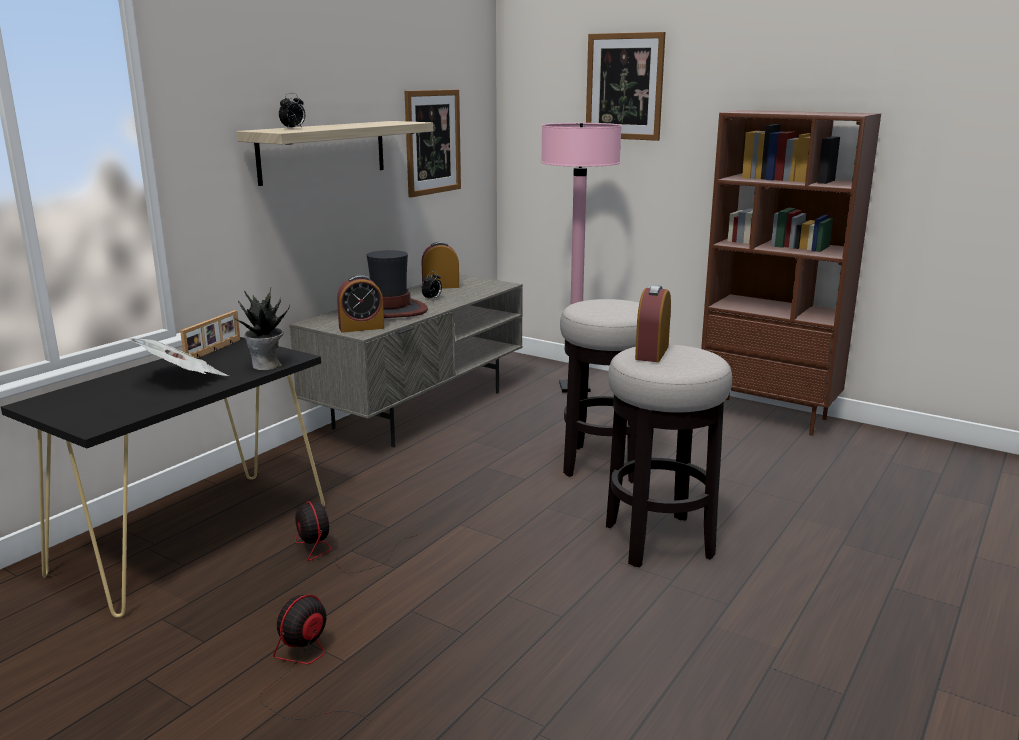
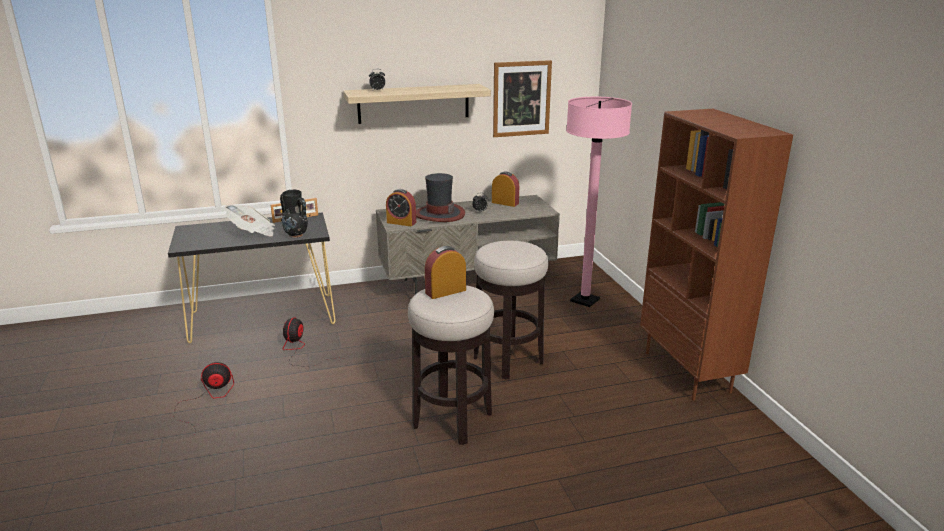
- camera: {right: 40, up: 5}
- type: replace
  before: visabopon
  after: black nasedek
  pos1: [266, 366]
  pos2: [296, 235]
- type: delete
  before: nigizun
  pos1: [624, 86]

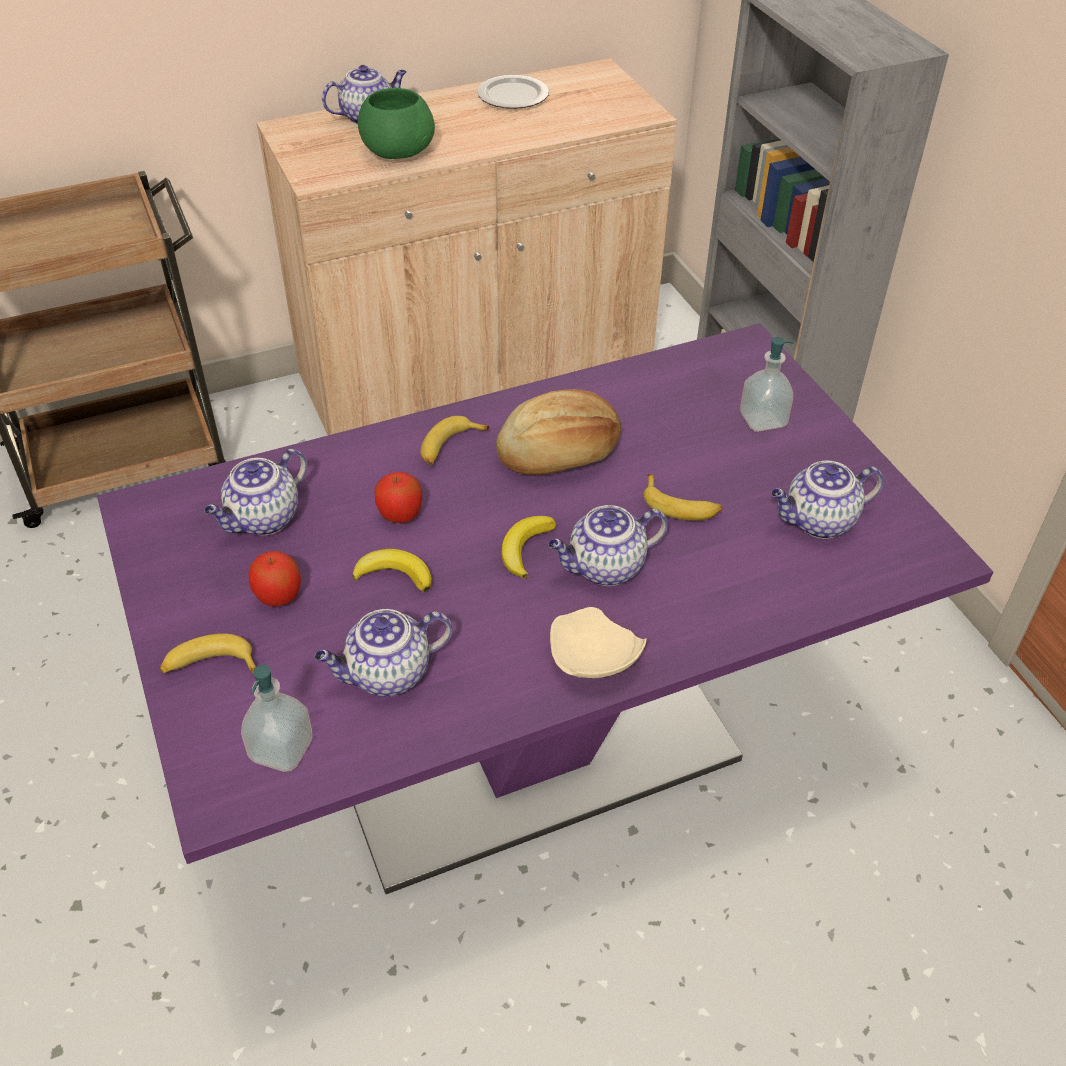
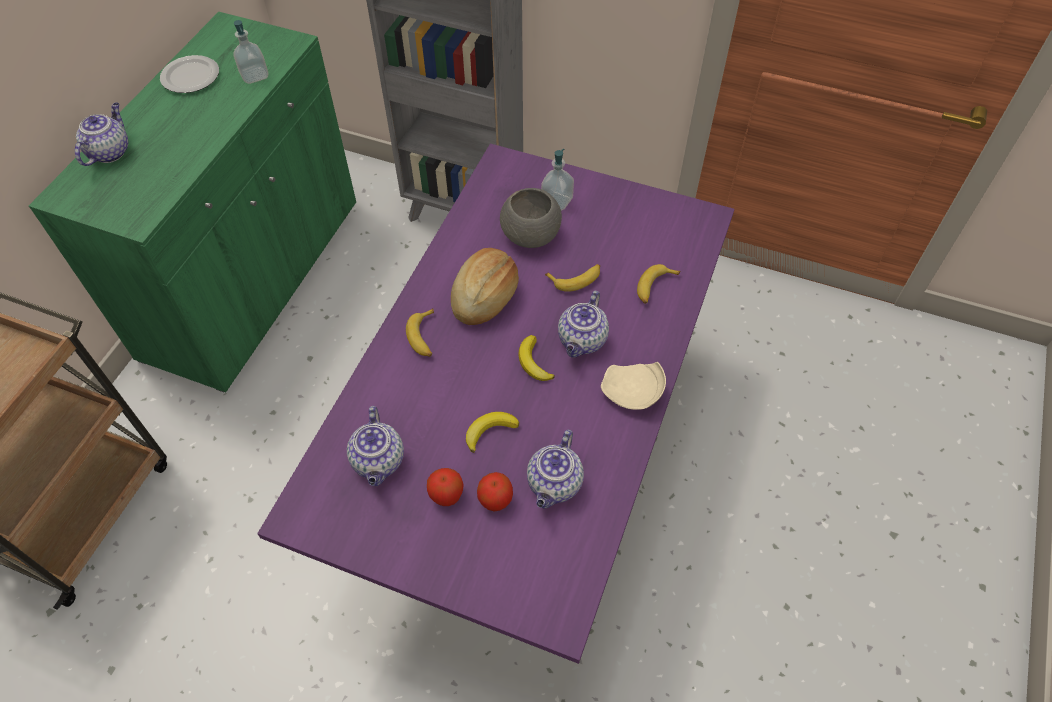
- camera: {right: -45, up: 10}
- type: move
  before: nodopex
  pos1: [209, 666]
  pos2: [654, 287]
- type: move
  before: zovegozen
  pos1: [281, 749]
  pos2: [254, 76]
- type: recolor
  before: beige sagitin
  after: green sagitin
  pos1: [476, 376]
  pos2: [254, 278]
- type: delete
  before: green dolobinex
  pos1: [397, 151]
- type: move
  before: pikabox
  pos1: [400, 515]
  pos2: [495, 500]
- type: delete
  before: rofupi
  pos1: [818, 522]
- type: insert
  after: grey dolobinex
  pos2: [531, 235]

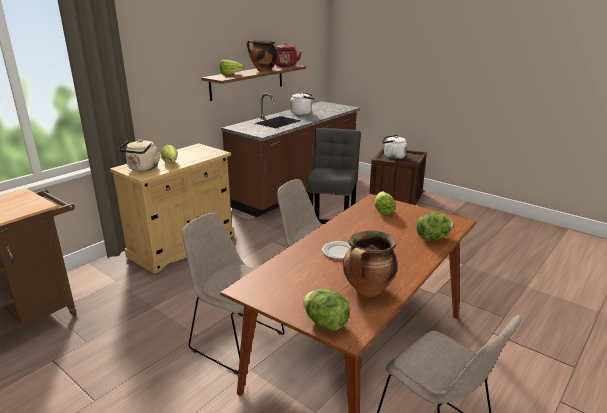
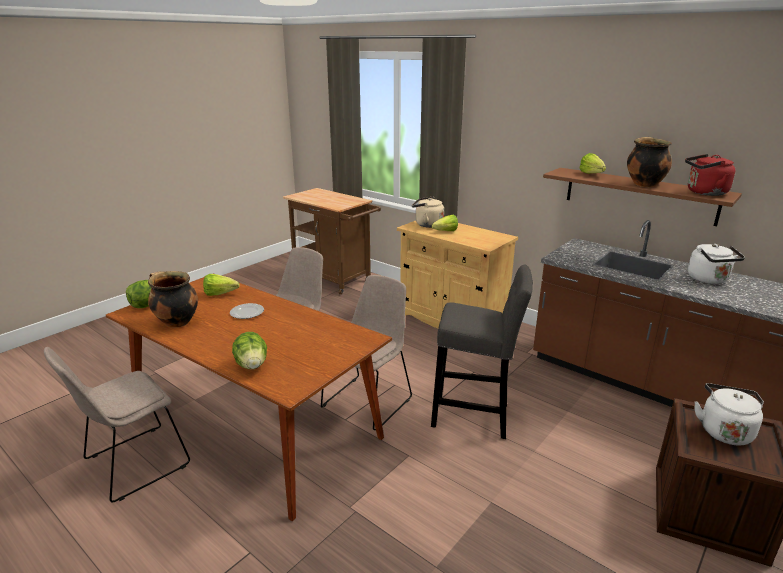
- camera: {right: 90, up: 0}
- type: move
  before: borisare
  pos1: [383, 209]
  pos2: [223, 294]

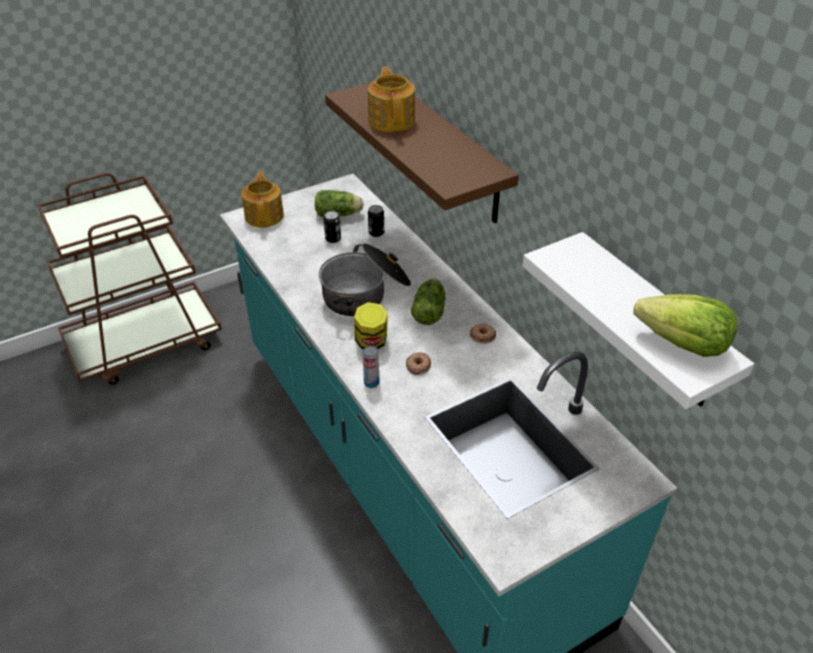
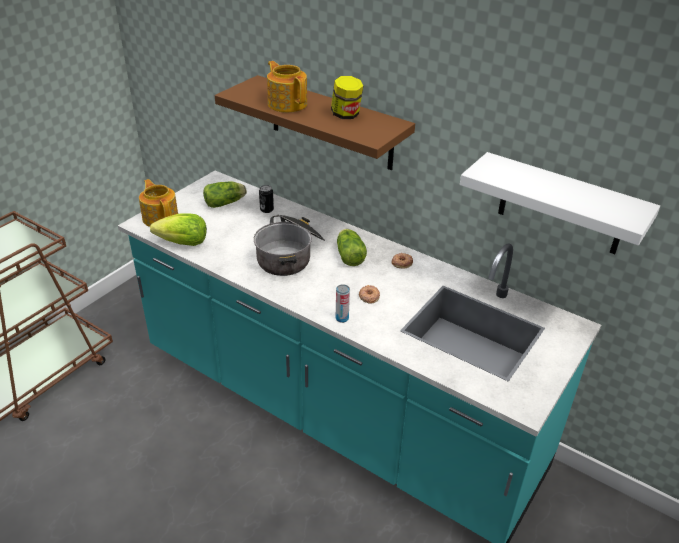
- camera: {right: -25, up: -5}
- type: delete
  before: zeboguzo
  pos1: [333, 239]
- type: move
  before: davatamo
  pos1: [371, 342]
  pos2: [346, 115]
- type: move
  before: borisare
  pos1: [683, 345]
  pos2: [183, 243]

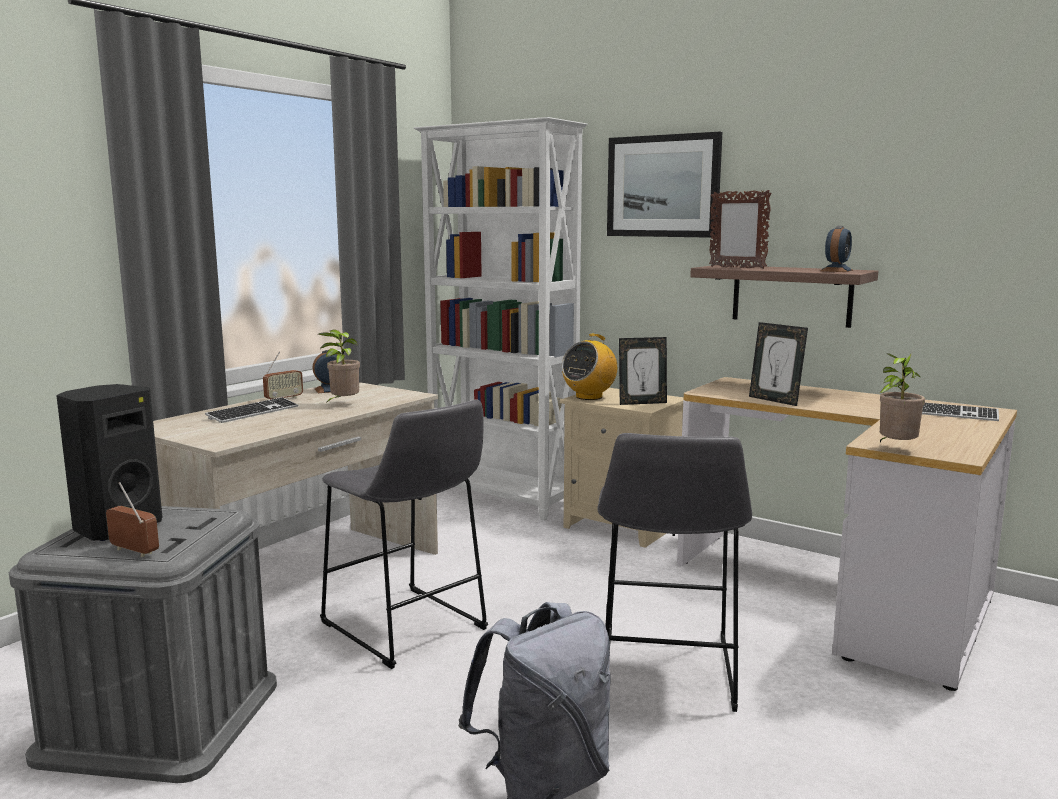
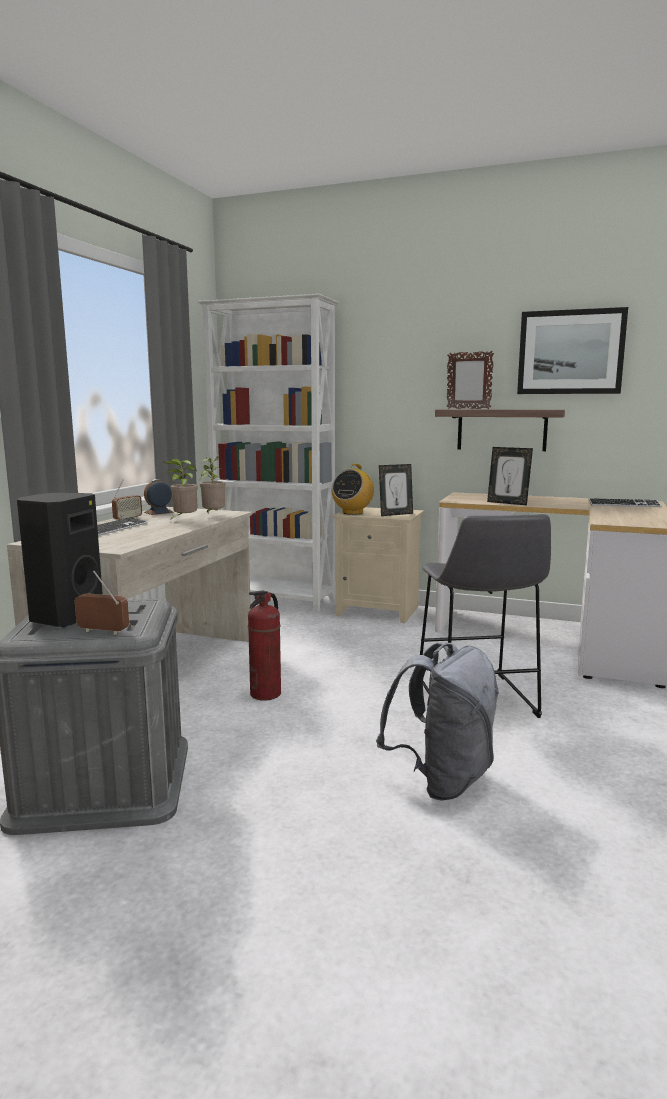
- camera: {right: -15, up: 0}
- type: replace
  before: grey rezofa
  after: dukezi
  pos1: [407, 629]
  pos2: [266, 694]
- type: move
  before: nigizun
  pos1: [663, 186]
  pos2: [570, 352]
- type: delete
  before: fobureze
  pos1: [836, 270]
- type: move
  before: visabopon
  pos1: [895, 449]
  pos2: [213, 516]

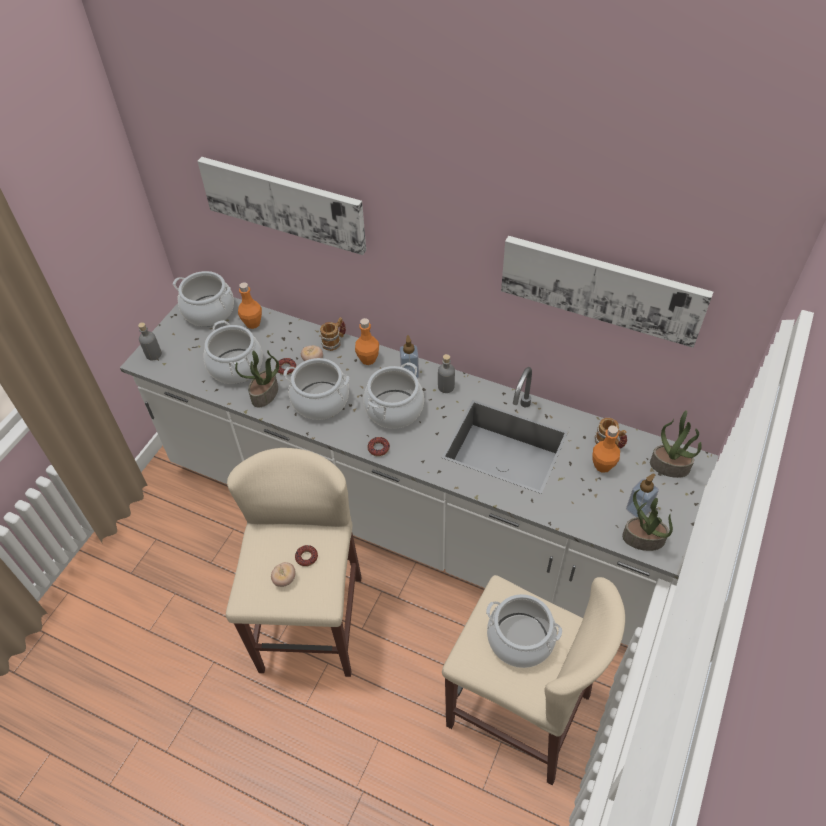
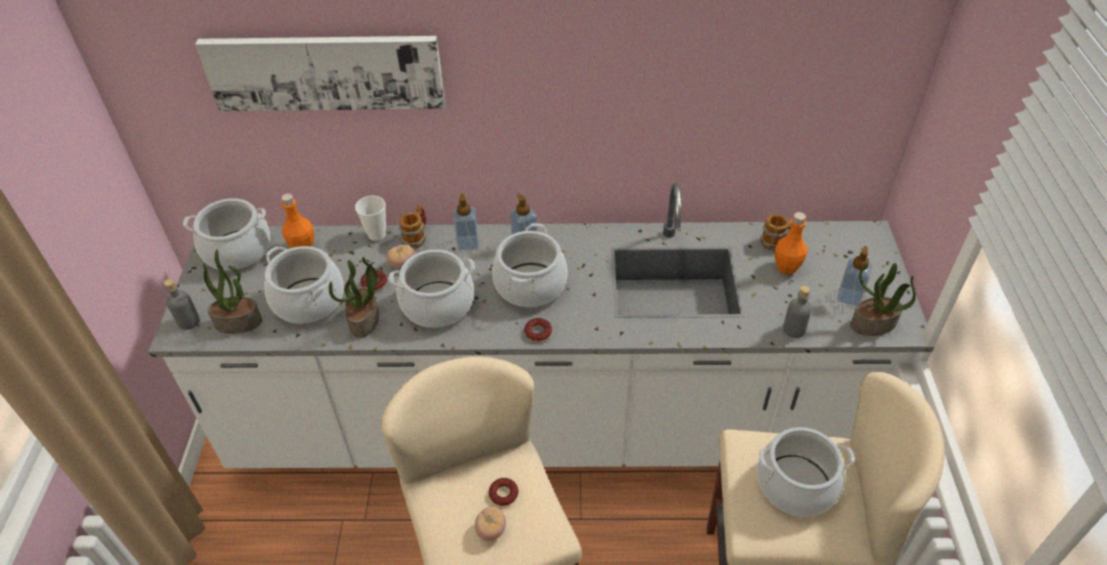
- camera: {right: -25, up: -5}
- type: replace
  before: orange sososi
  after: zovegozen
  pos1: [368, 359]
  pos2: [468, 243]
- type: move
  before: grey sososi
  pos1: [446, 387]
  pos2: [793, 329]
- type: delete
  before: nigizun
  pos1: [601, 288]
- type: move
  before: visabopon
  pos1: [670, 466]
  pos2: [239, 322]
- type: insert
  after: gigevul
  pos2: [377, 235]

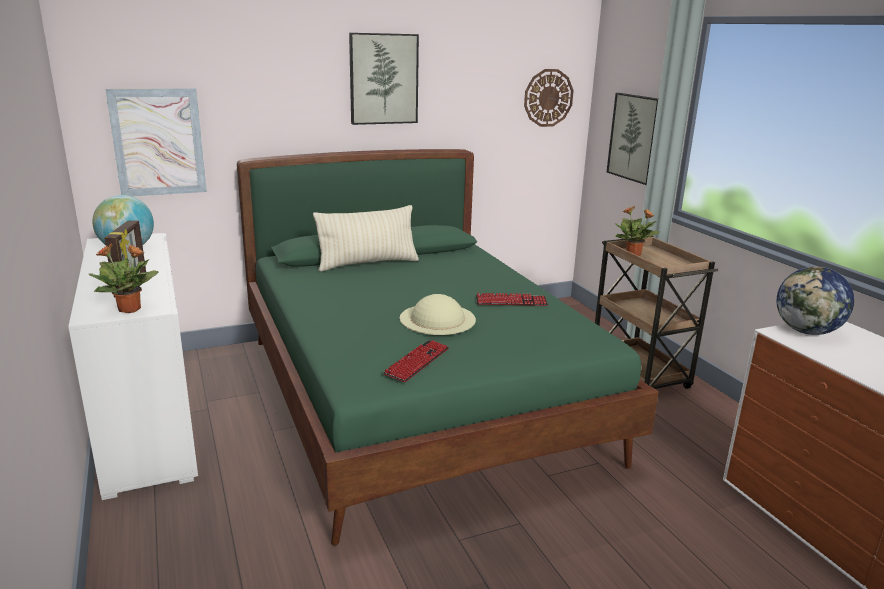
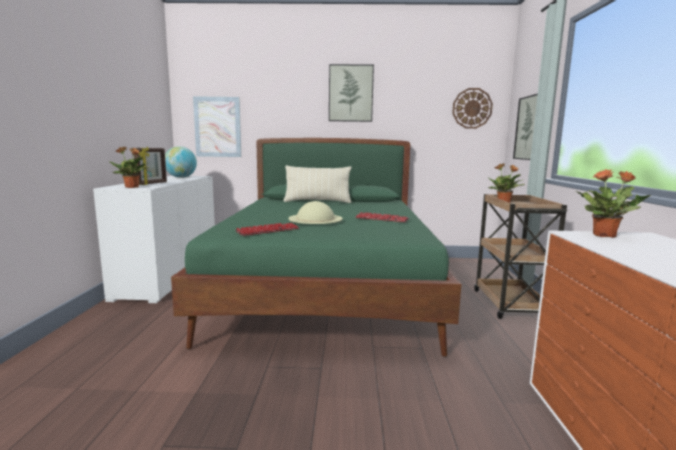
- camera: {right: 25, up: -10}
- type: replace
  before: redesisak
  after: visabopon
  pos1: [807, 331]
  pos2: [605, 235]

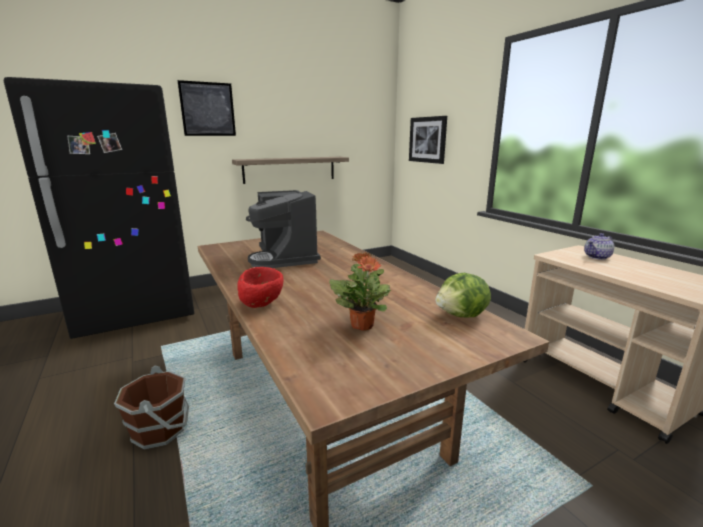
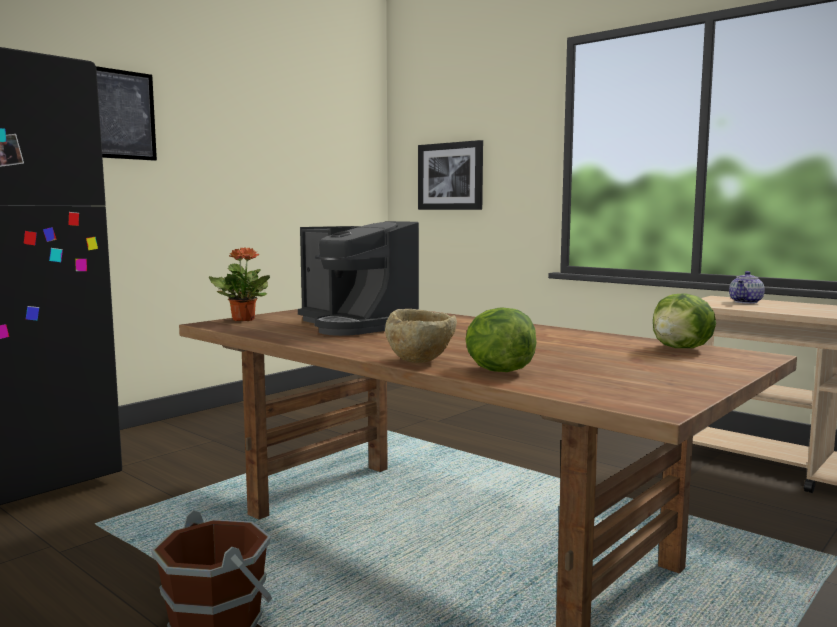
- camera: {right: -20, up: -10}
- type: delete
  before: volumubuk
  pos1: [290, 169]
- type: recolor
  before: red dolobinex
  after: beige dolobinex
  pos1: [262, 304]
  pos2: [421, 361]
- type: move
  before: visabopon
  pos1: [362, 325]
  pos2: [243, 319]
- type: insert
  after: borisare
  pos2: [498, 371]

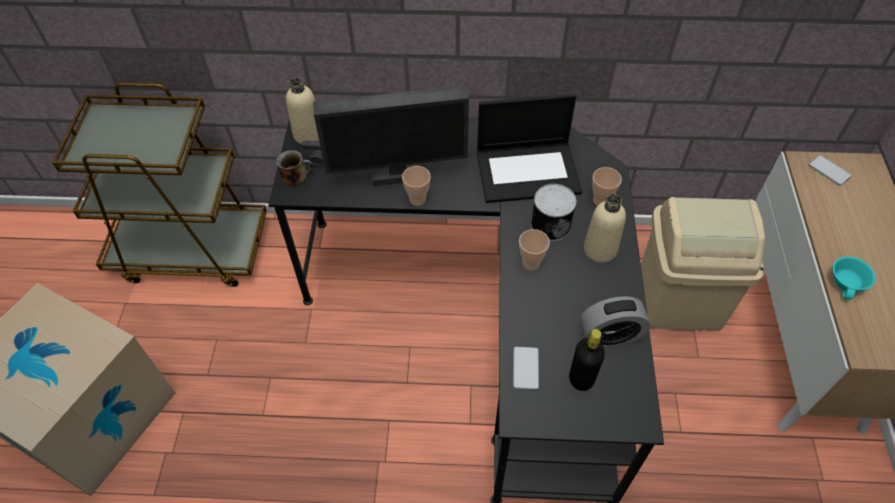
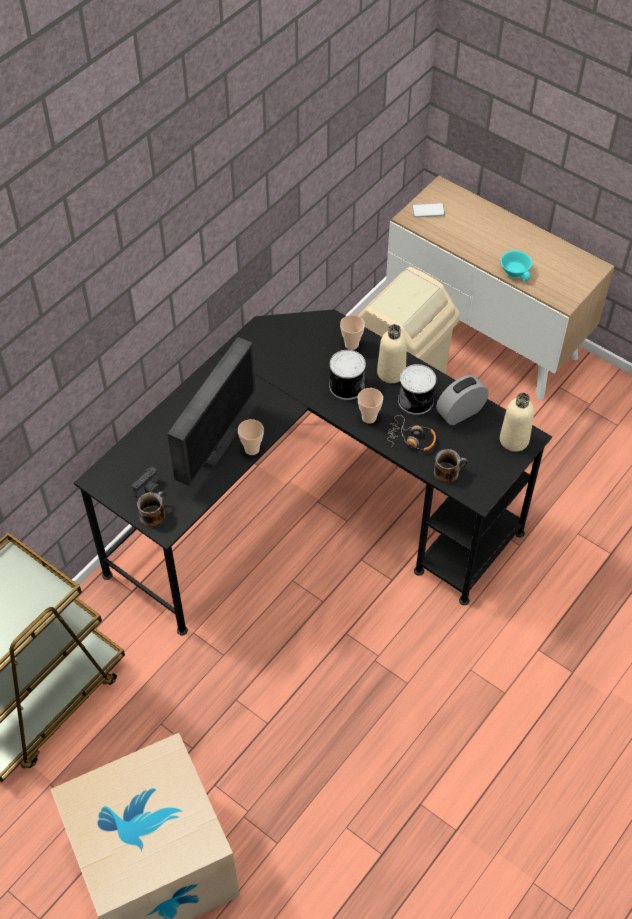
- camera: {right: -55, up: 0}
- type: move
  before: beige sososi
  pos1: [308, 135]
  pos2: [514, 440]
- type: delete
  before: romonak
  pos1: [528, 171]
- type: replace
  before: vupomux
  after: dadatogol
  pos1: [525, 368]
  pos2: [447, 472]
- type: delete
  before: black sososi
  pos1: [581, 379]
- type: rotate
  before: fobureze
  pos1: [610, 336]
  pos2: [460, 412]
  turn: -150
- type: insert
  after: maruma
  pos2: [411, 439]
- type: insert
  after: zeboguzo
  pos2: [416, 400]

